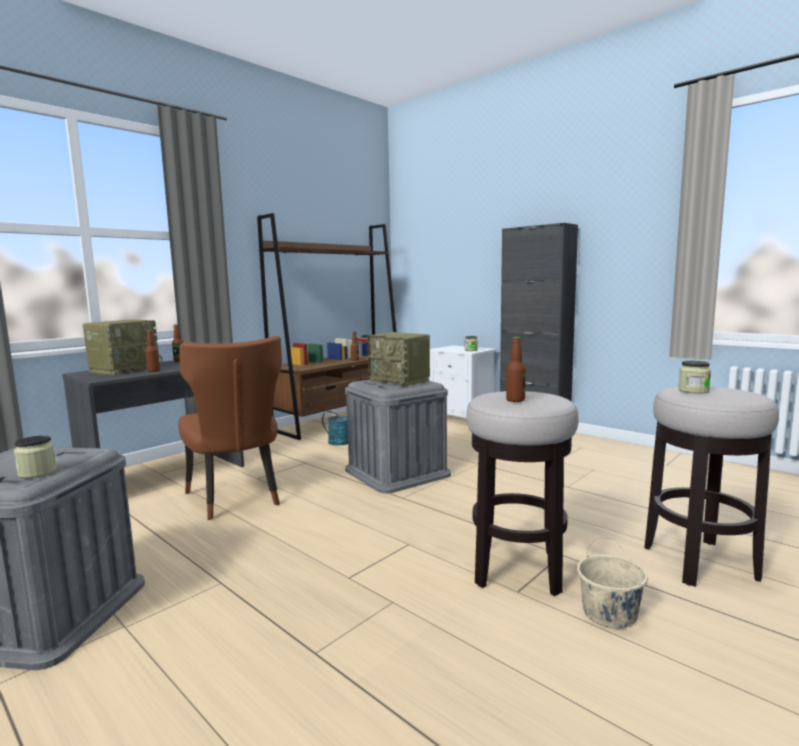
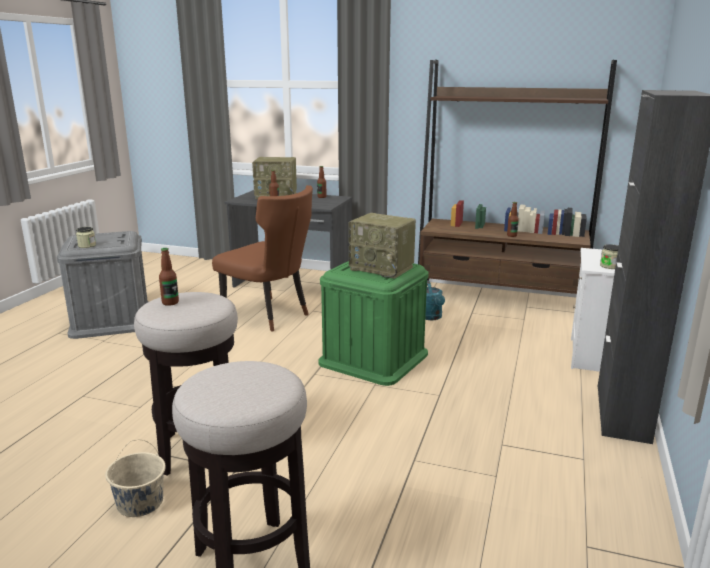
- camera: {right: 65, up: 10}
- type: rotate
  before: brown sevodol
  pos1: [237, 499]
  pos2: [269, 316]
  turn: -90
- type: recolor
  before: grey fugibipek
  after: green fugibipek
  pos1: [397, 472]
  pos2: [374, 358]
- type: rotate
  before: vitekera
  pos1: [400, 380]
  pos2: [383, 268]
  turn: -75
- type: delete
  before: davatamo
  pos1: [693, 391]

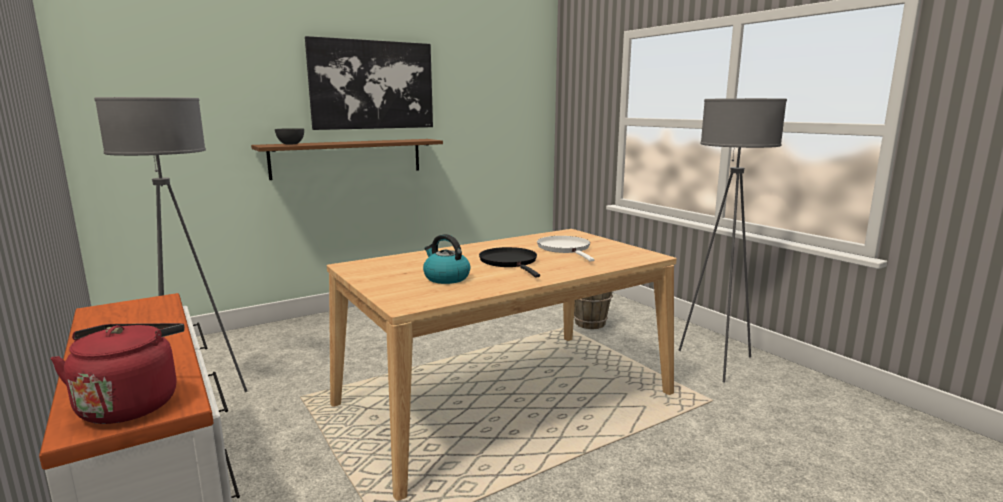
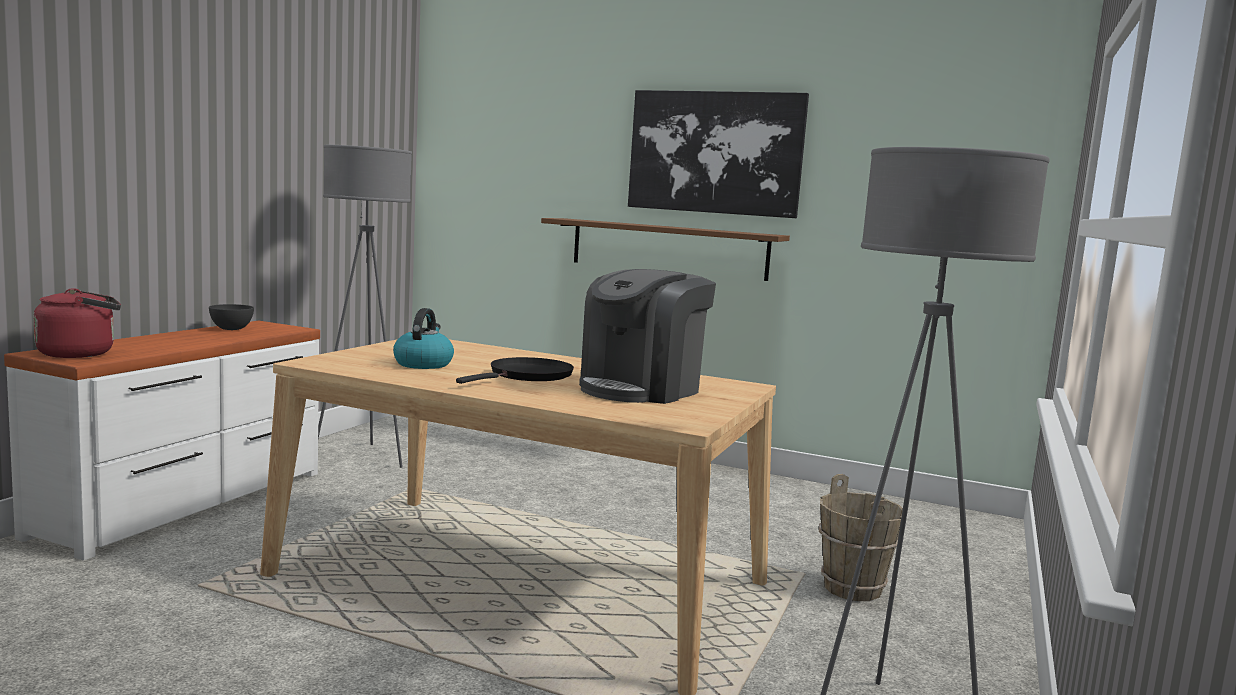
- camera: {right: 55, up: -5}
- type: move
  before: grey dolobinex
  pos1: [290, 144]
  pos2: [231, 329]
- type: replace
  before: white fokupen
  after: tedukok
  pos1: [565, 249]
  pos2: [641, 389]

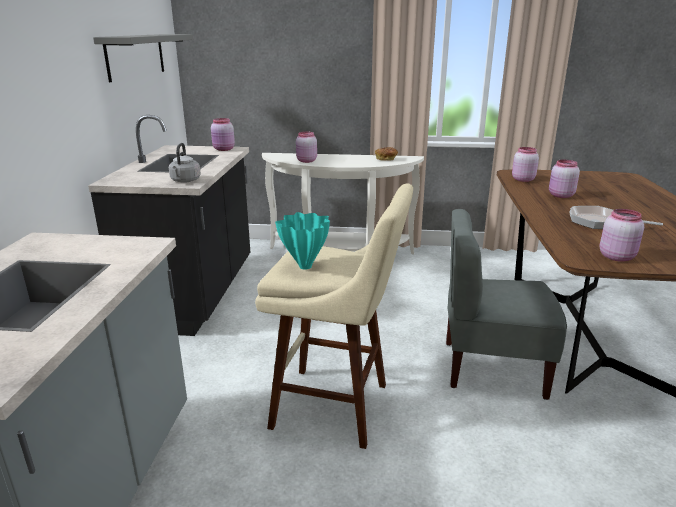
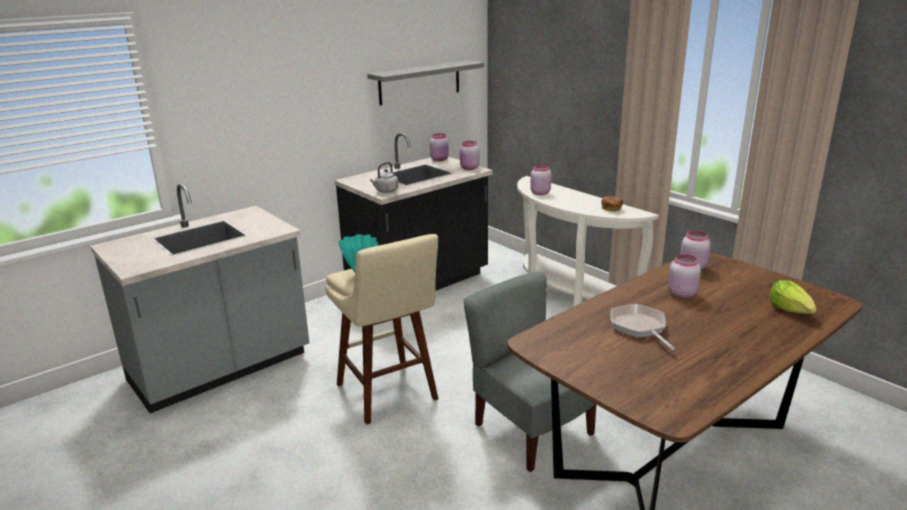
- camera: {right: 45, up: 0}
- type: move
  before: pink davatamo
  pos1: [617, 256]
  pos2: [440, 159]
- type: insert
  after: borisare
  pos2: [790, 310]

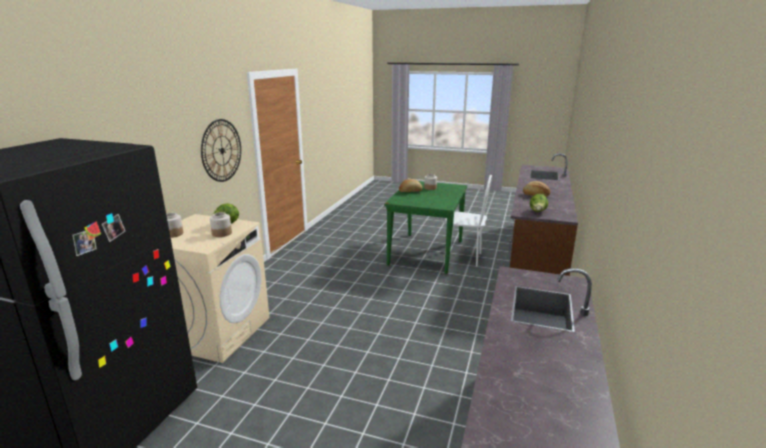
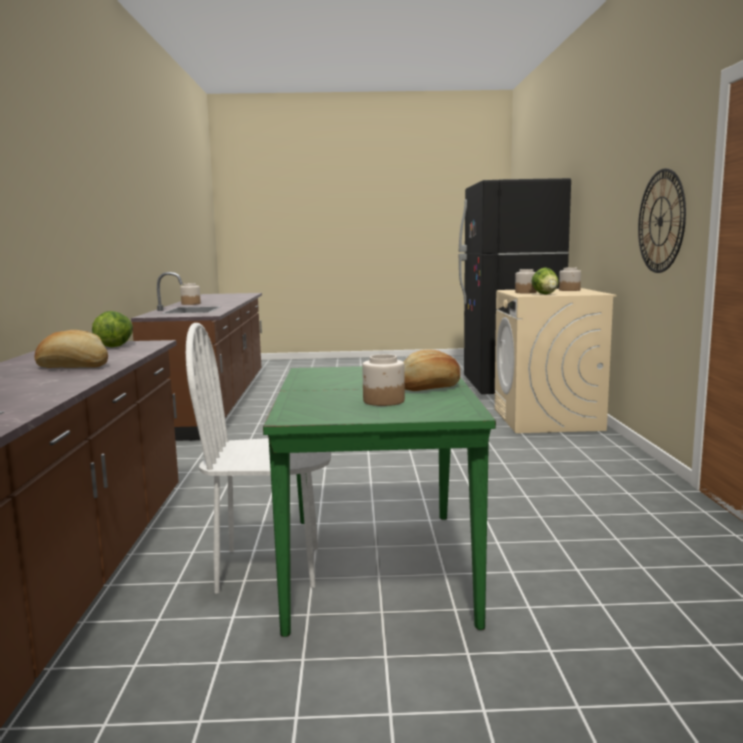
- camera: {right: 160, up: -10}
- type: insert
  after: davatamo
  pos2: [190, 304]

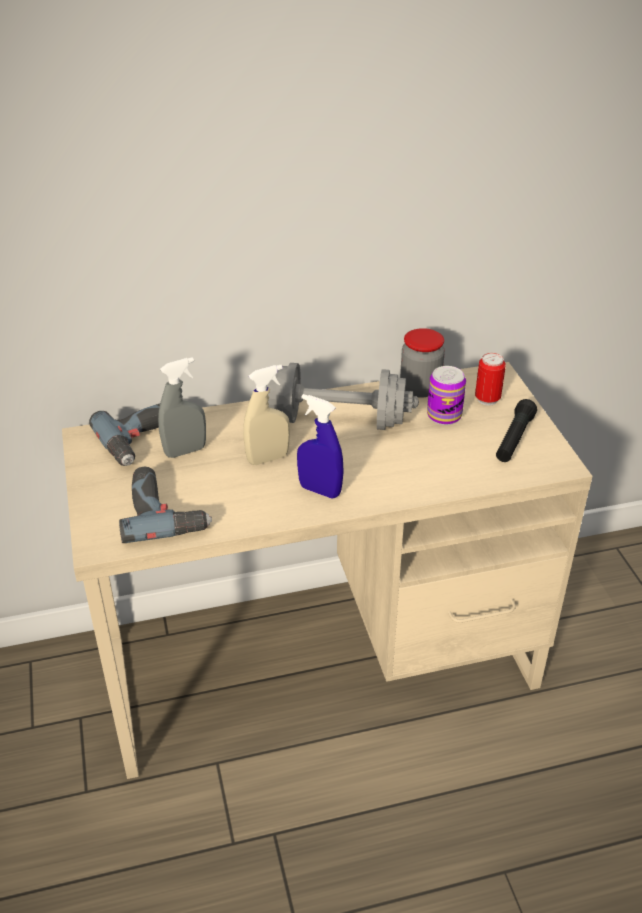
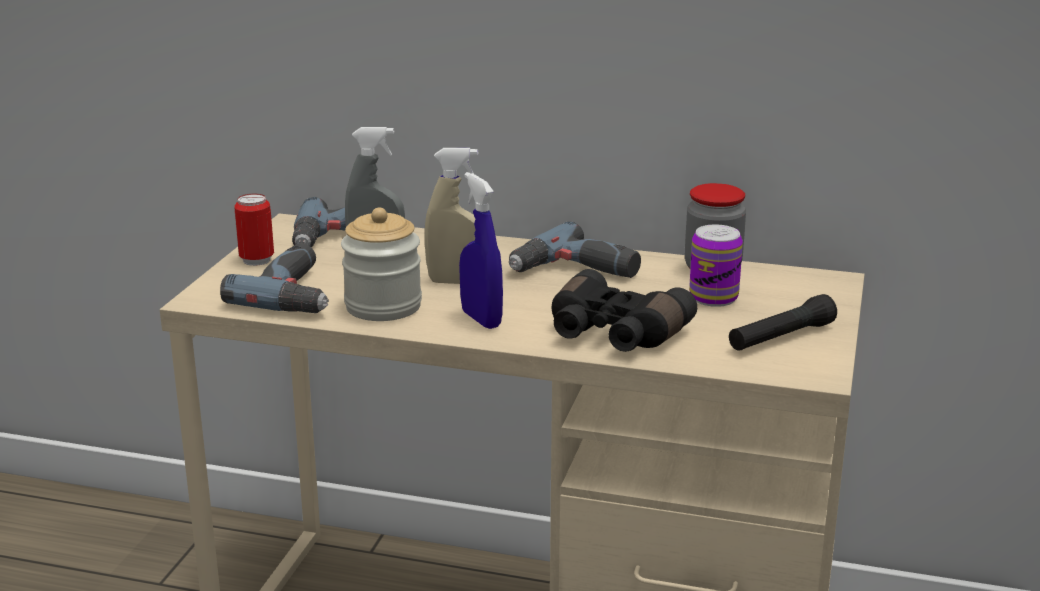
- camera: {right: 30, up: -15}
- type: replace
  before: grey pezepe
  after: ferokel
  pos1: [337, 420]
  pos2: [575, 271]
- type: move
  before: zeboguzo
  pos1: [487, 399]
  pos2: [257, 260]
- type: insert
  after: davatamo
  pos2: [383, 306]
- type: insert
  after: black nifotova
  pos2: [613, 334]

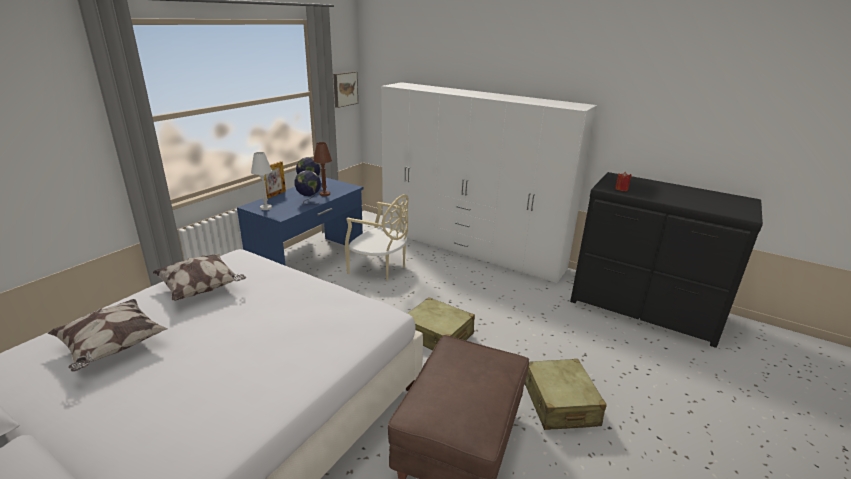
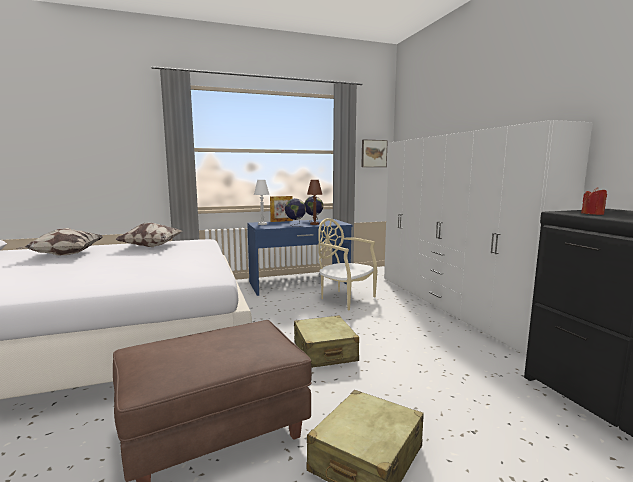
- camera: {right: 40, up: -15}
- type: rotate
  before: beige sevodol
  pos1: [379, 269]
  pos2: [345, 298]
  turn: 150

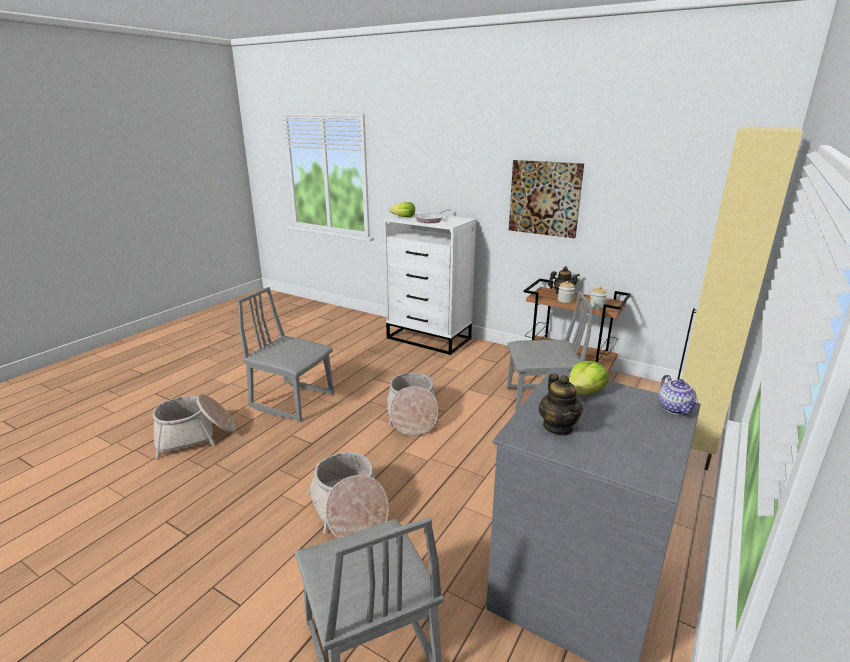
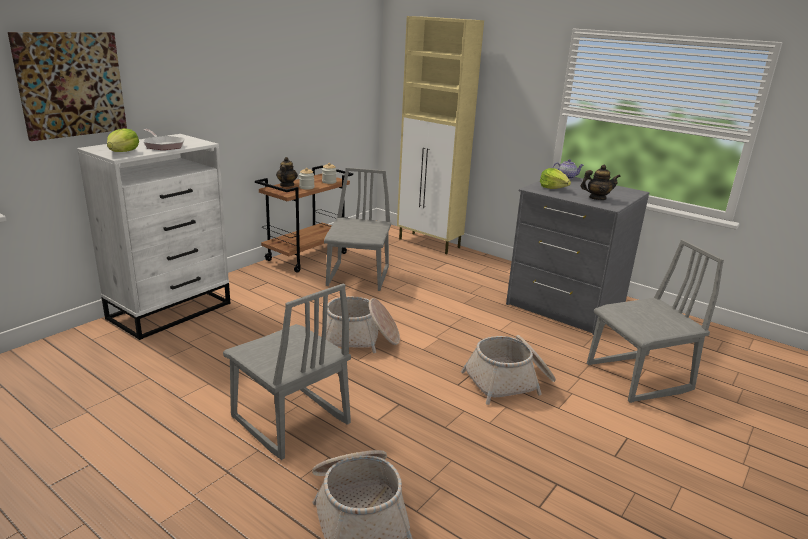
- camera: {right: -85, up: 0}
- type: rotate
  before: grey sevodol
  pos1: [293, 400]
  pos2: [289, 421]
  turn: -75
- type: move
  before: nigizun
  pos1: [545, 198]
  pos2: [70, 84]

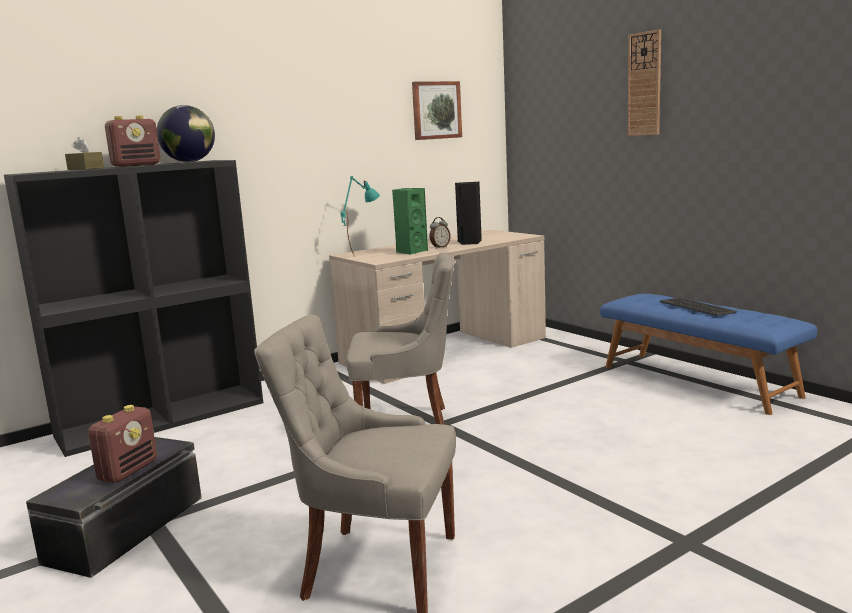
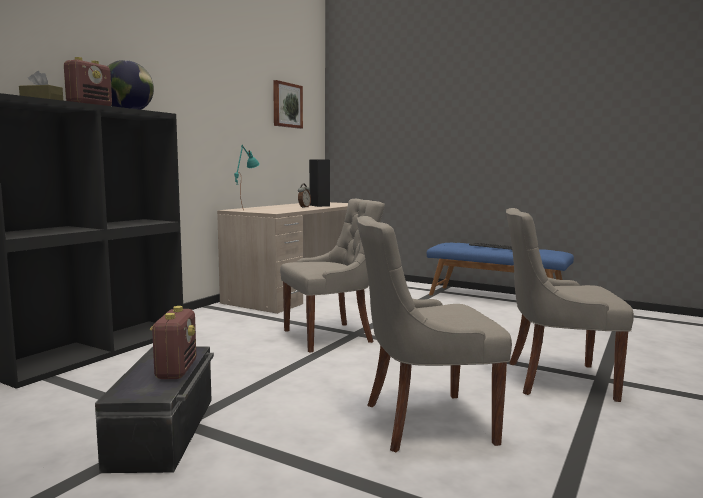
- camera: {right: -25, up: -5}
- type: delete
  before: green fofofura
  pos1: [411, 251]
- type: delete
  before: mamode
  pos1: [644, 84]
- type: insert
  after: grey sevodol
  pos2: [556, 379]

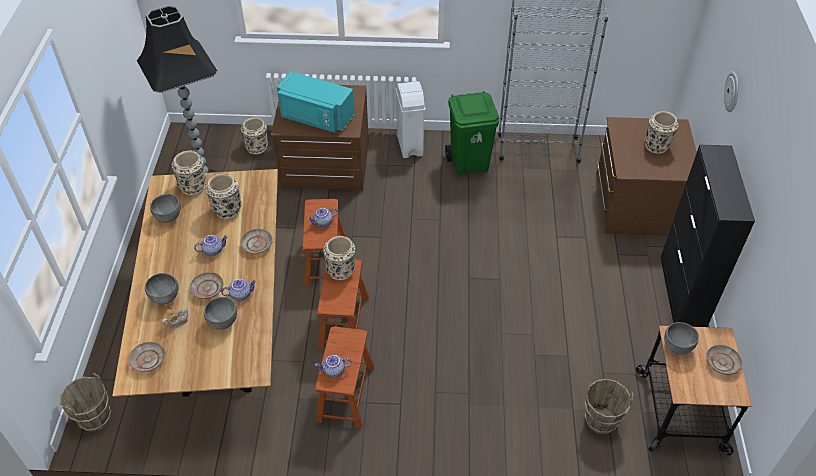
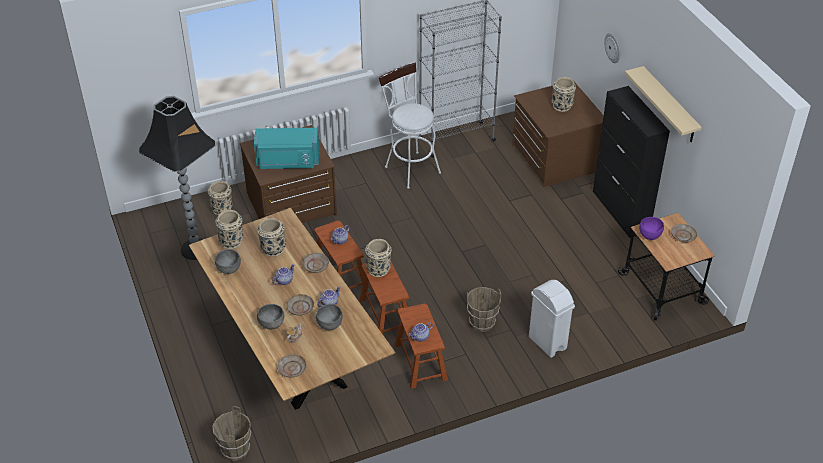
- camera: {right: -25, up: -5}
- type: move
  before: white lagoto
  pos1: [410, 146]
  pos2: [547, 343]
- type: replace
  before: green lagoto
  after: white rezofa
  pos1: [469, 163]
  pos2: [409, 167]
- type: move
  before: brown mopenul
  pos1: [600, 421]
  pos2: [482, 323]
- type: recolor
  before: grey dolobinex
  after: purple dolobinex
  pos1: [677, 346]
  pos2: [649, 235]
- type: insert
  after: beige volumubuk
  pos2: [669, 106]

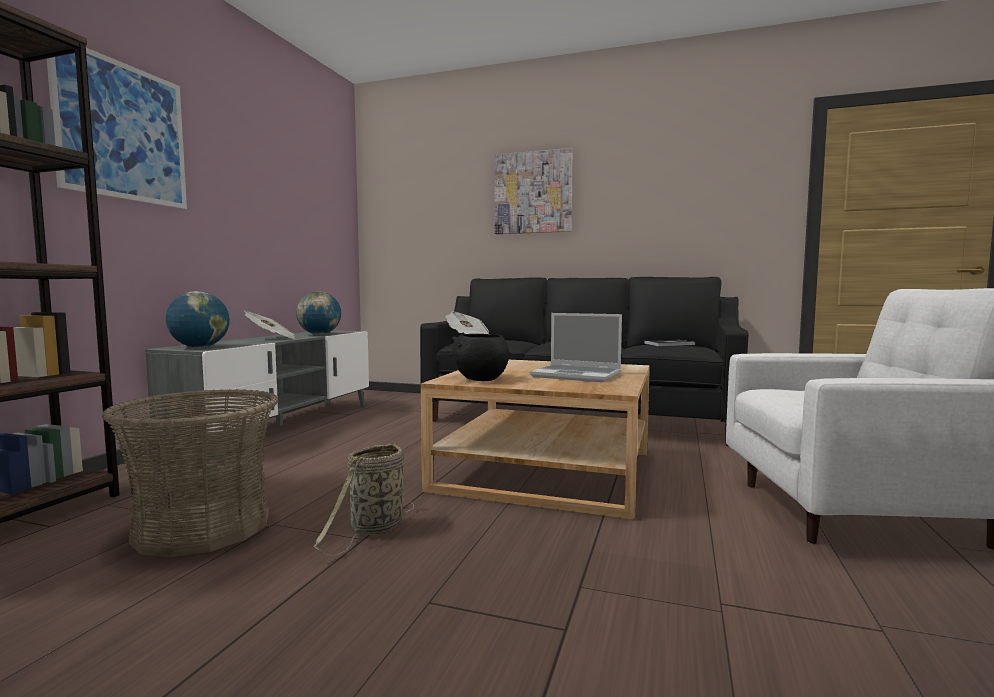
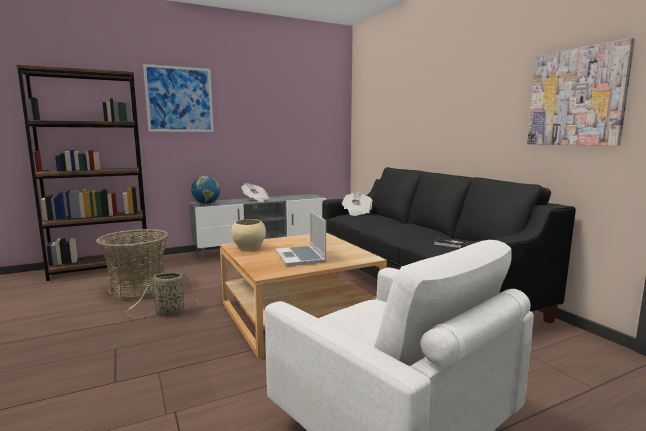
- camera: {right: 45, up: 5}
- type: delete
  before: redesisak
  pos1: [319, 334]
- type: recolor
  before: black dolobinex
  after: beige dolobinex
  pos1: [480, 379]
  pos2: [249, 247]
- type: move
  before: nigizun
  pos1: [533, 193]
  pos2: [576, 97]

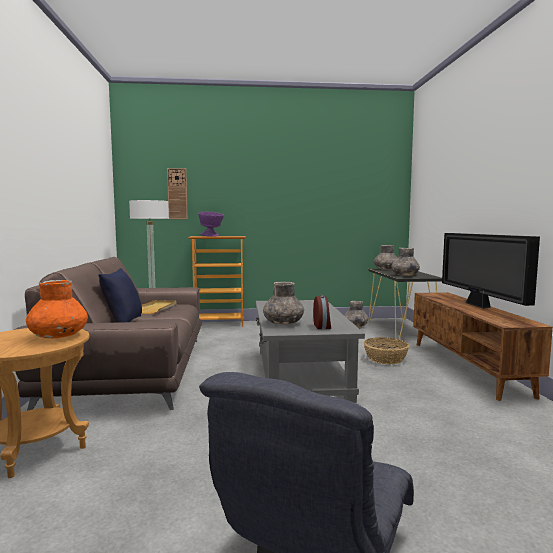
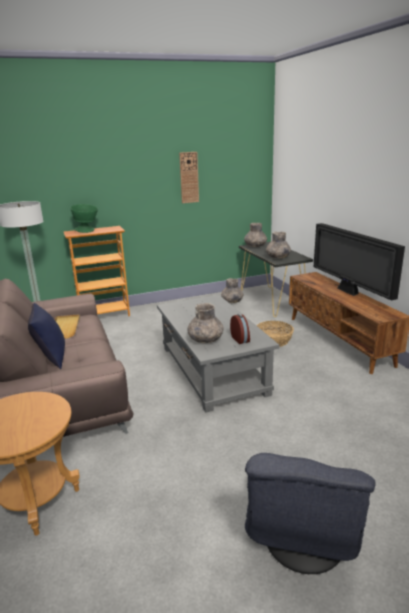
- camera: {right: -15, up: 15}
- type: delete
  before: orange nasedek
  pos1: [58, 336]
- type: move
  before: mamode
  pos1: [177, 193]
  pos2: [189, 177]
- type: recolor
  before: purple dolobinex
  after: green dolobinex
  pos1: [211, 236]
  pos2: [87, 231]

